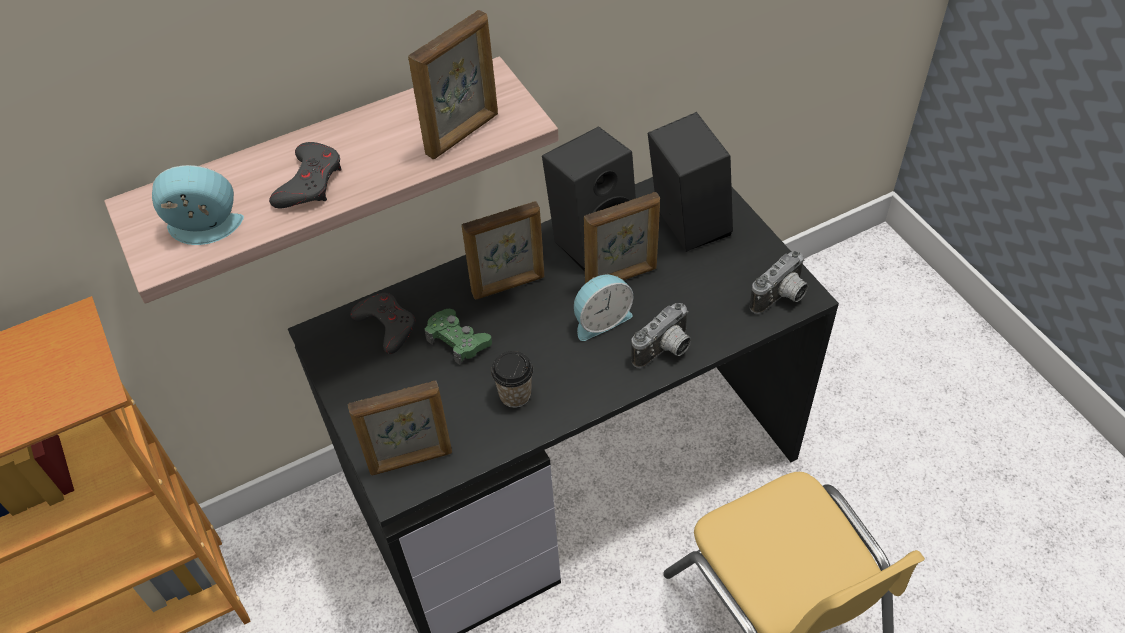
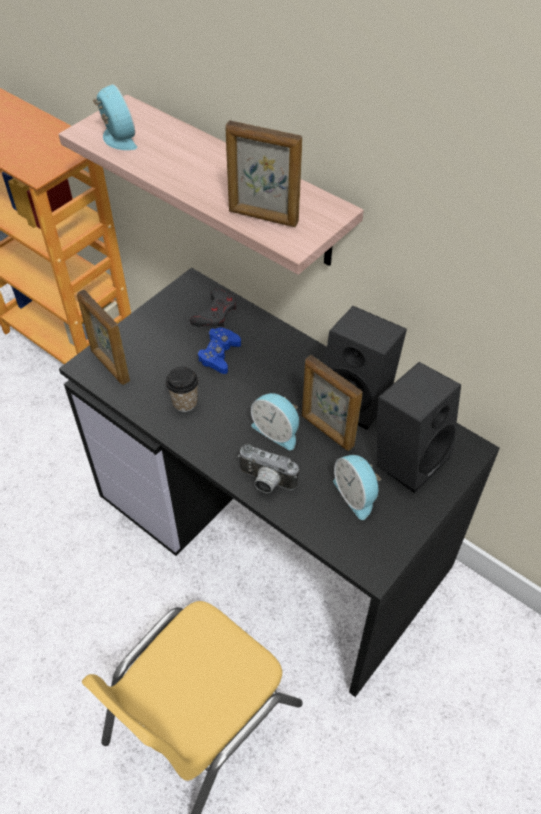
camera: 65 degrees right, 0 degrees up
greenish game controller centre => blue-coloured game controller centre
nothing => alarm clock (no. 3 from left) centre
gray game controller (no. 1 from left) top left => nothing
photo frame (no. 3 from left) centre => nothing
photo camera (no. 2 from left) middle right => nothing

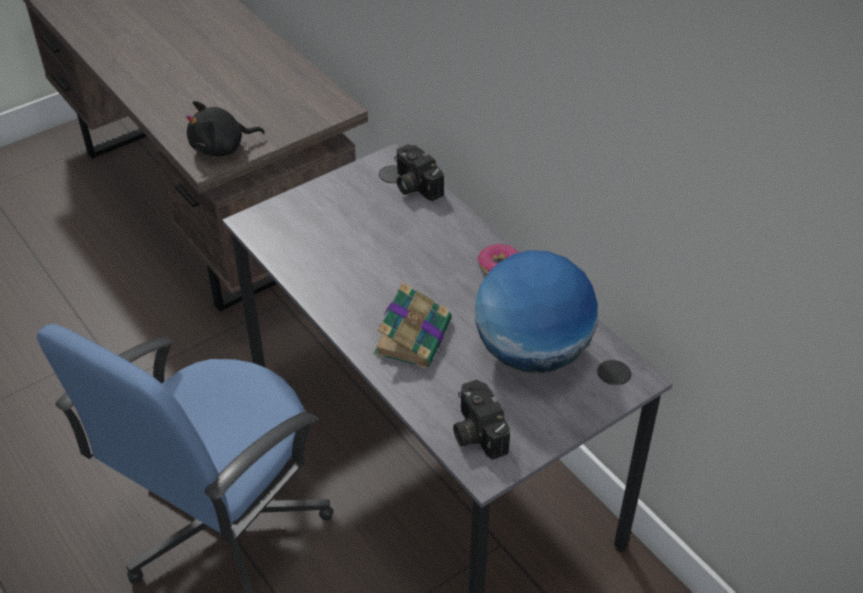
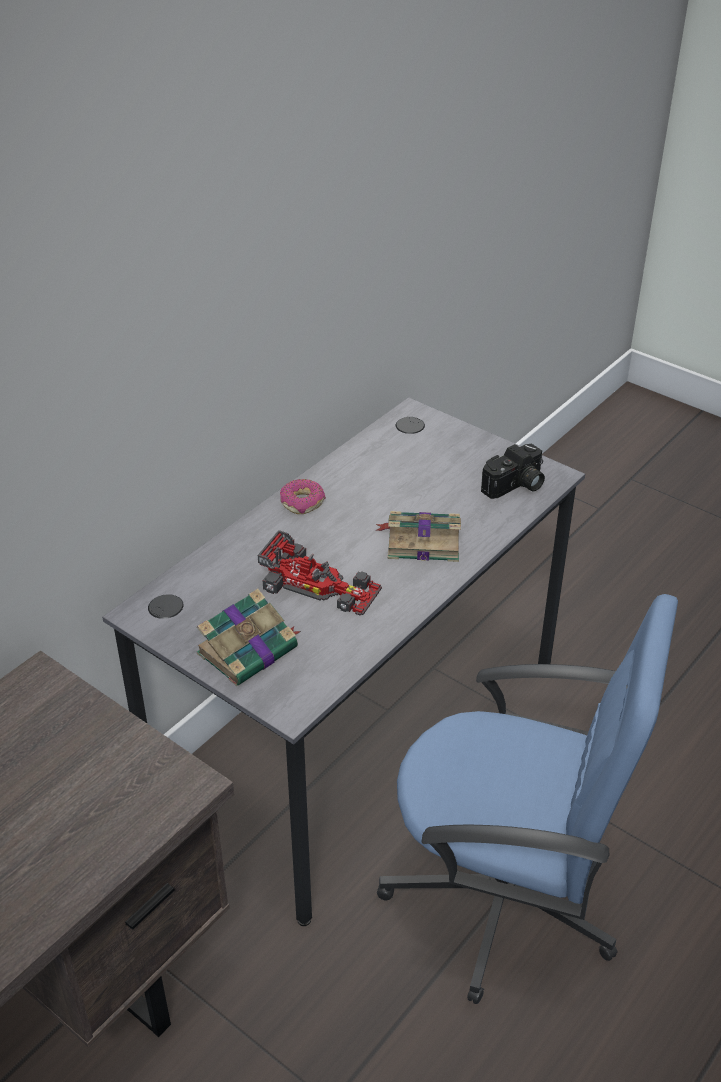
camera: 105 degrees left, 5 degrees down
nothing => book (no. 1 from left) centre
nothing => model car centre
black soft toy top left => nothing
photo camera (no. 1 from left) top centre => nothing
world globe centre => nothing

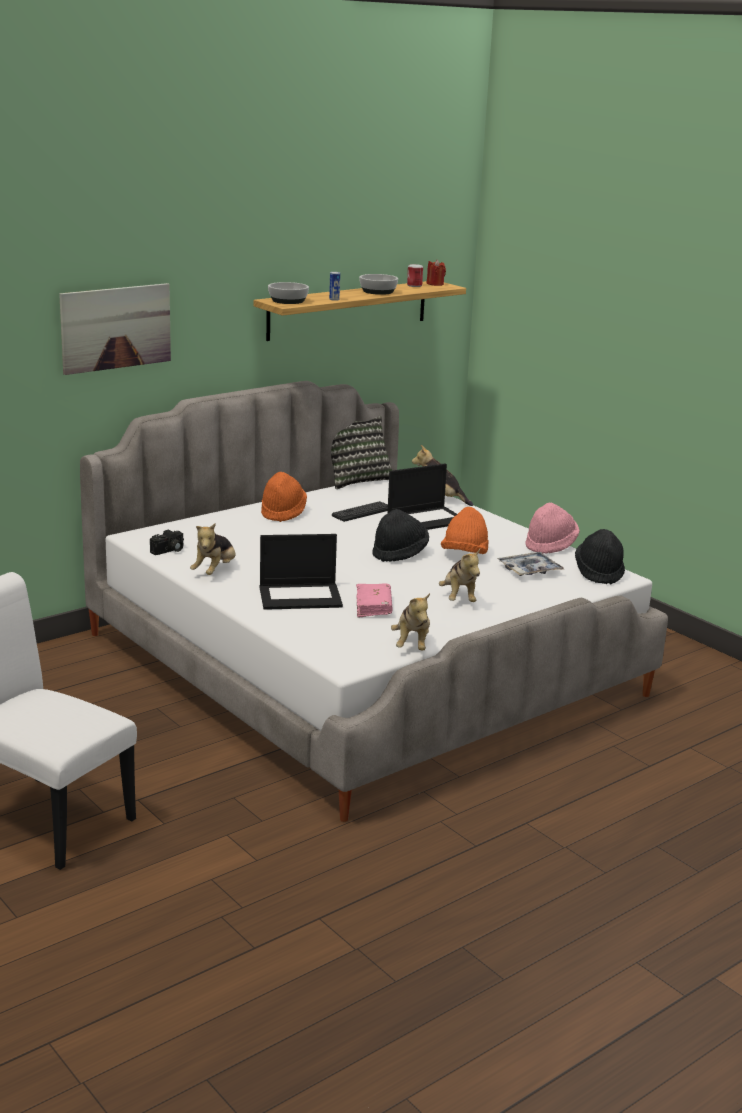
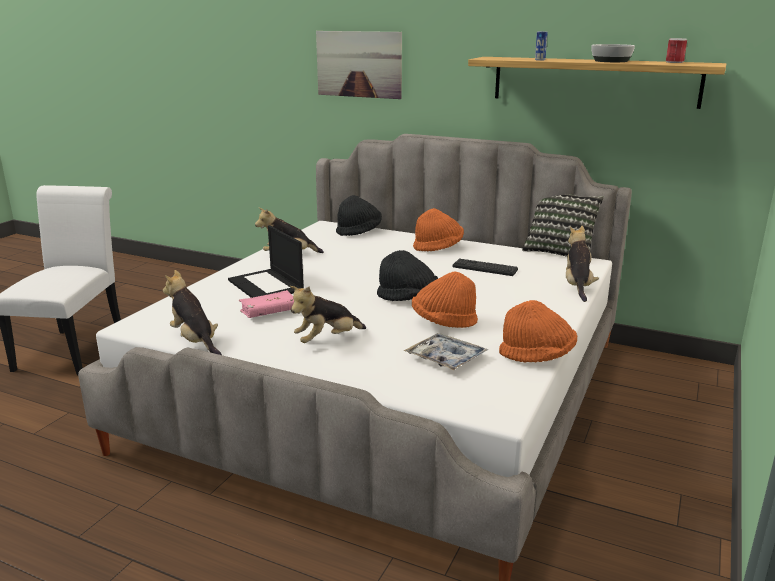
camera: 65 degrees right, 0 degrees up
soft toy (no. 2 from left in the first image) centre => soft toy (no. 1 from left) middle left, 75 degrees clockwise
black hat (no. 2 from left in the first image) middle right => black hat (no. 1 from left) centre, relocated
pink hat middle right => orangey hat (no. 3 from left) middle right
photo camera middle left => nothing
bowl (no. 1 from left) top centre => nothing
portable computer (no. 2 from left) centre => nothing
red-coloured candle top centre => nothing

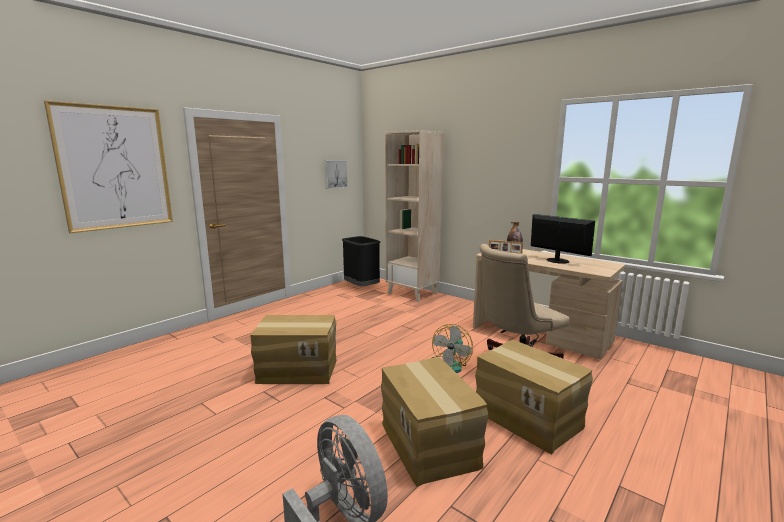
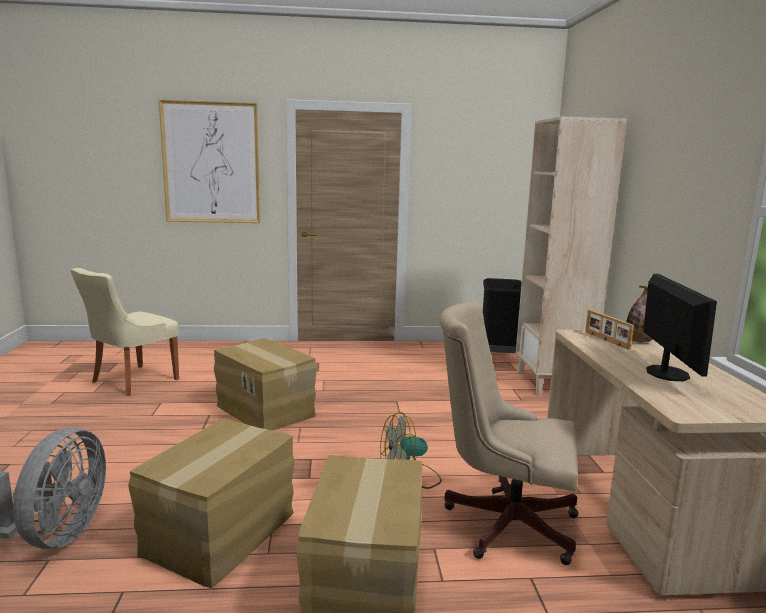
camera: 45 degrees right, 0 degrees up
nothing => beige plain chair middle left
wall picture (no. 2 from left) centre => nothing

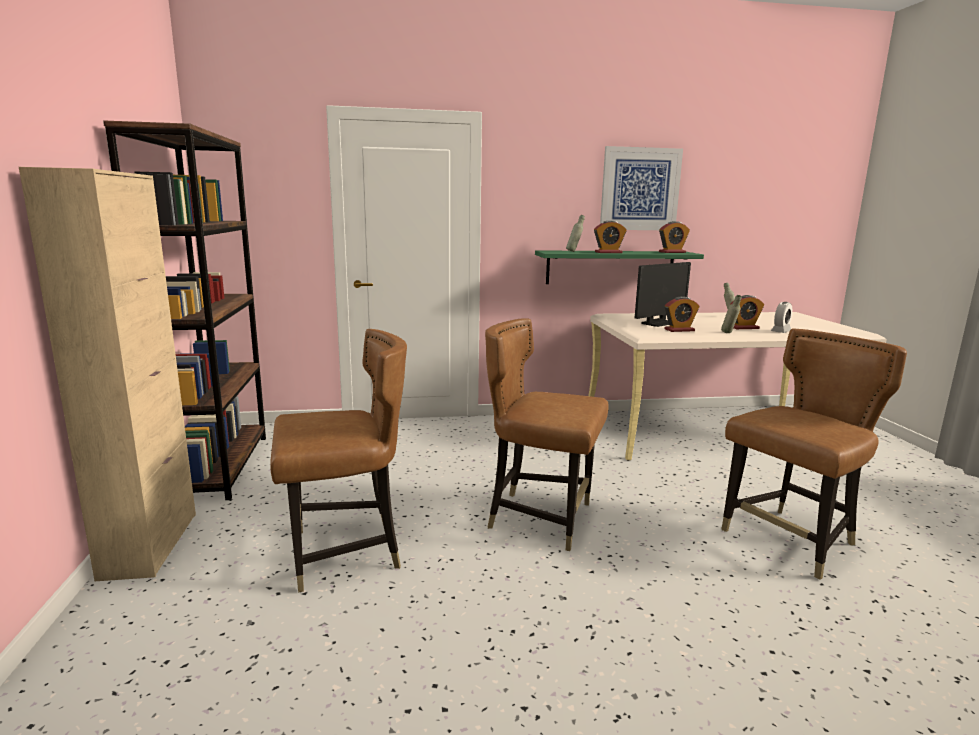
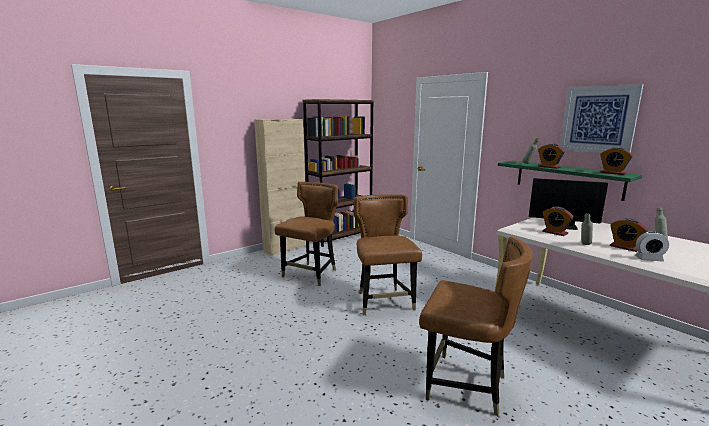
camera: 60 degrees right, 0 degrees up
brownish plain chair (no. 1 from left) centre, 105 degrees counterclockwise

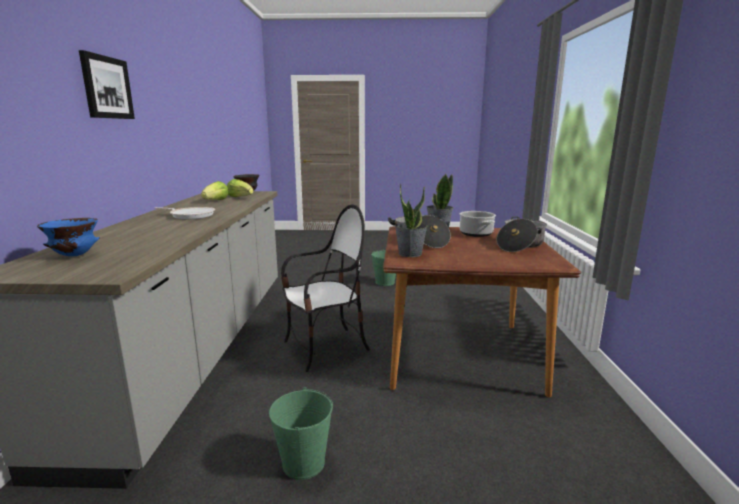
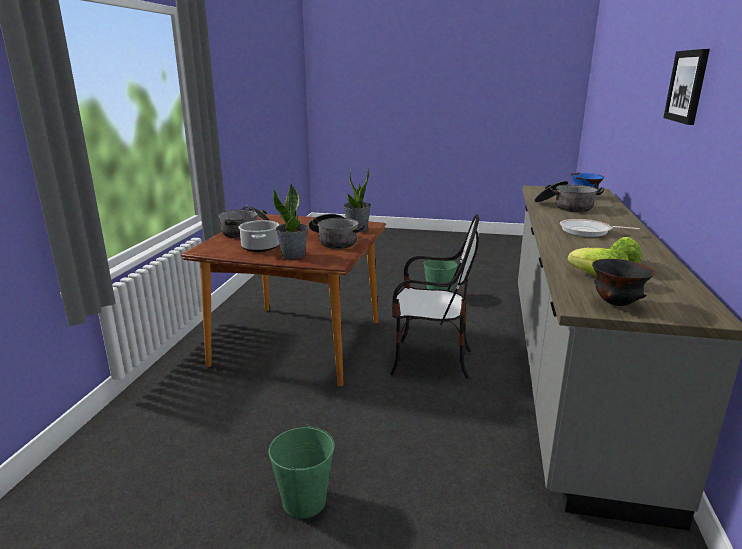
camera: 170 degrees left, 5 degrees up
plain chair centre, 150 degrees counterclockwise
nothing => stockpot (no. 4 from left) middle right

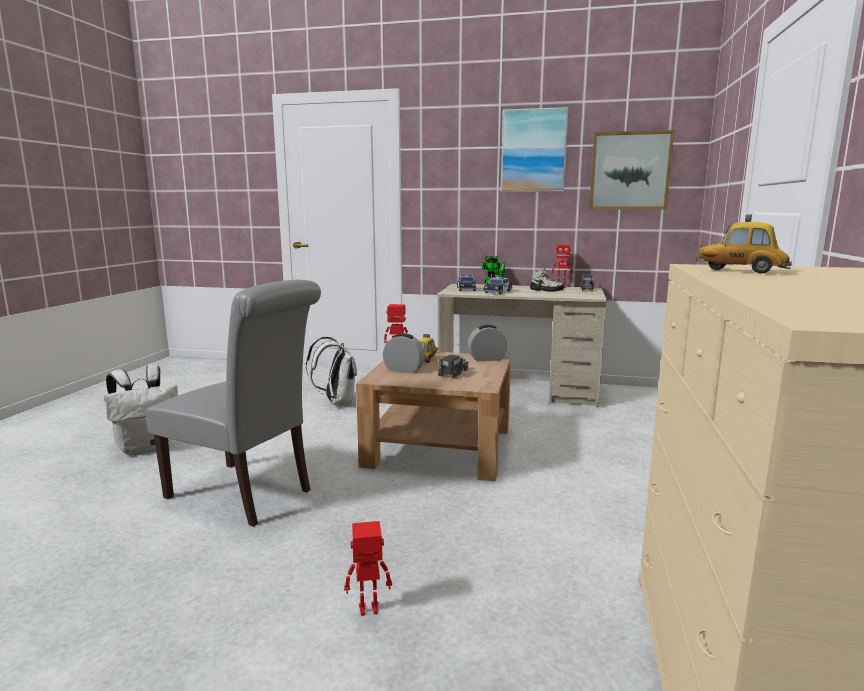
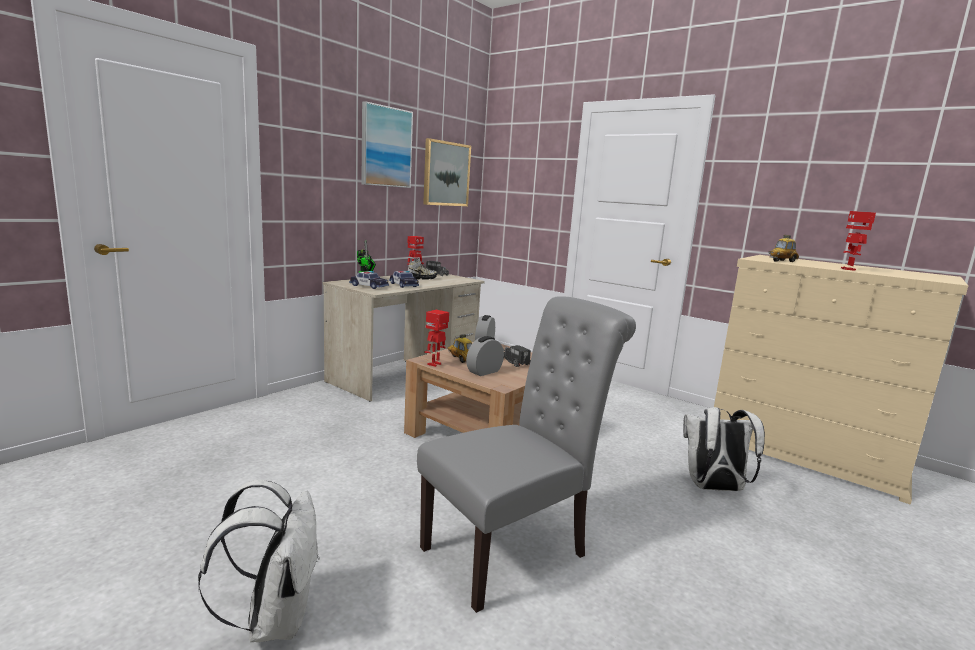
camera: 65 degrees left, 0 degrees up
white backpack (no. 2 from left) centre => white backpack (no. 2 from left) bottom right, relocated
toy robot (no. 1 from left in the first image) bottom centre => toy robot (no. 4 from left) middle right, relocated

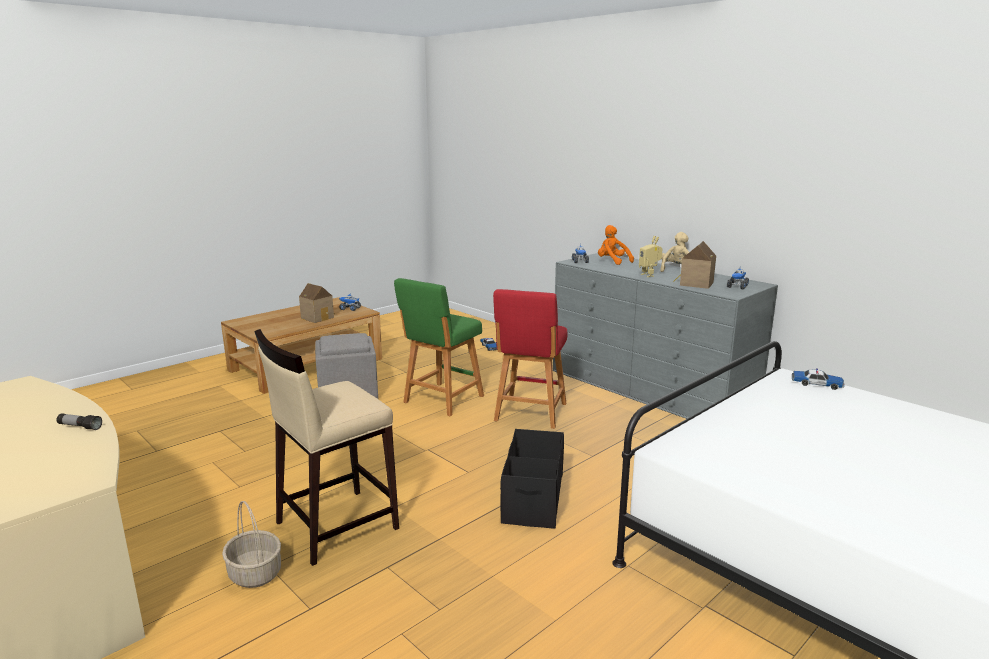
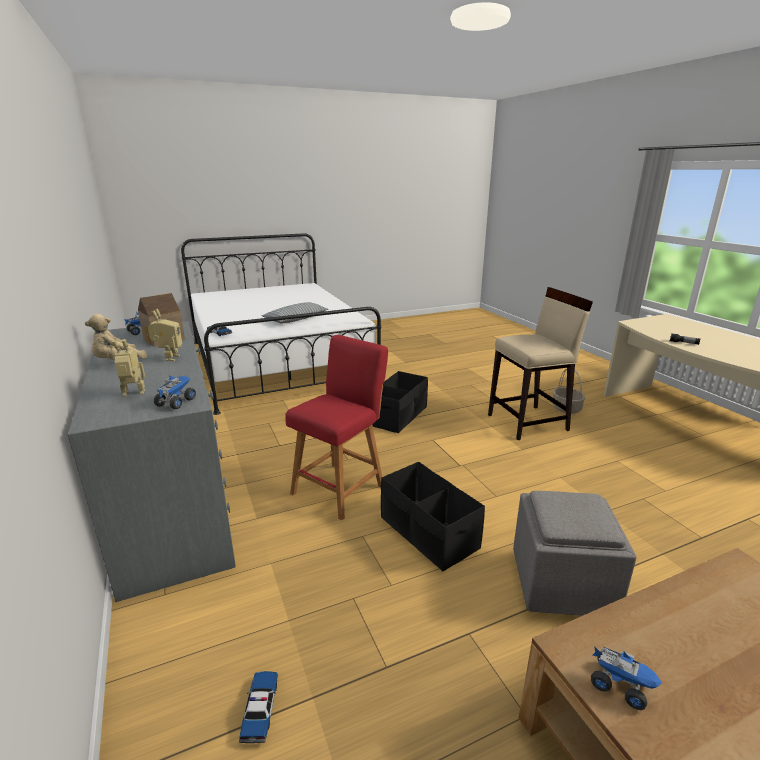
camera: 160 degrees left, 5 degrees up
orangey soft toy centre => toy robot (no. 1 from left) middle left
nothing => throw pillow centre
greenish stool centre => black storage box (no. 2 from left) bottom centre
toy house (no. 1 from left) middle left => nothing

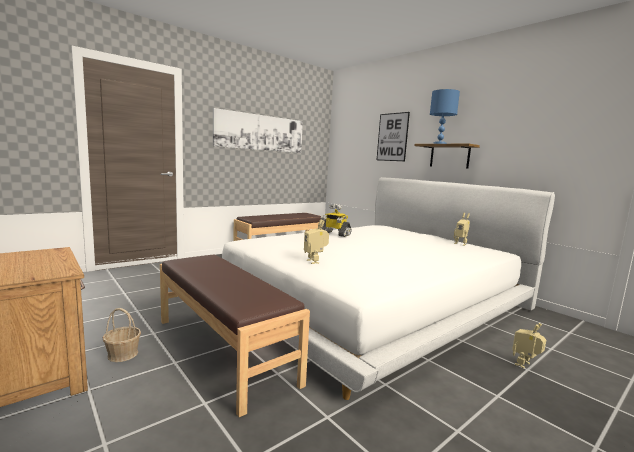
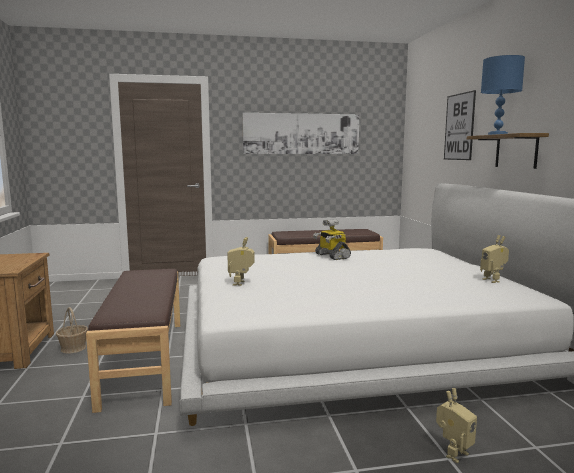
camera: 30 degrees right, 0 degrees up
toy robot (no. 4 from left in the first image) bottom right => toy robot (no. 3 from left) bottom right, 150 degrees clockwise

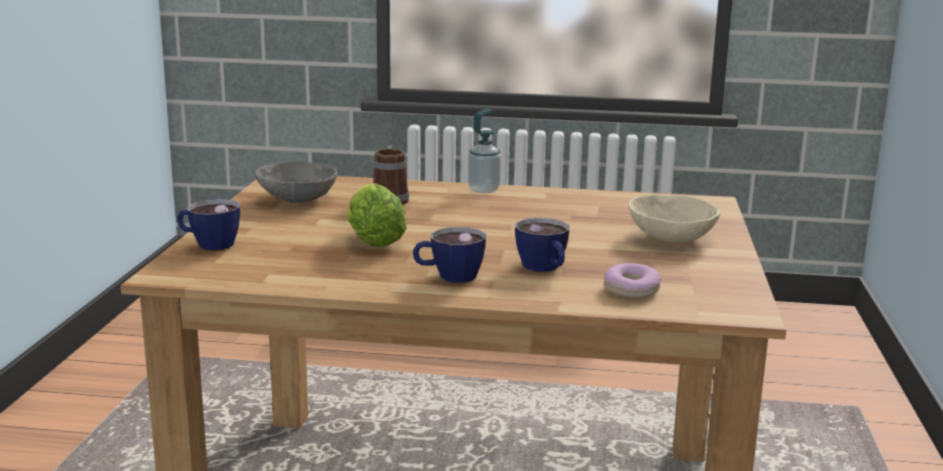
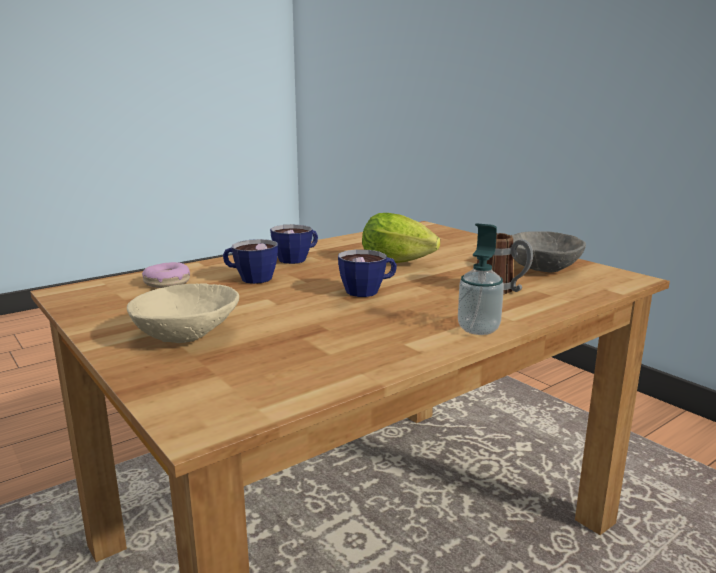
camera: 135 degrees right, 0 degrees up
drinking cup (no. 1 from left in the first image) middle left => drinking cup (no. 3 from left) centre, relocated

